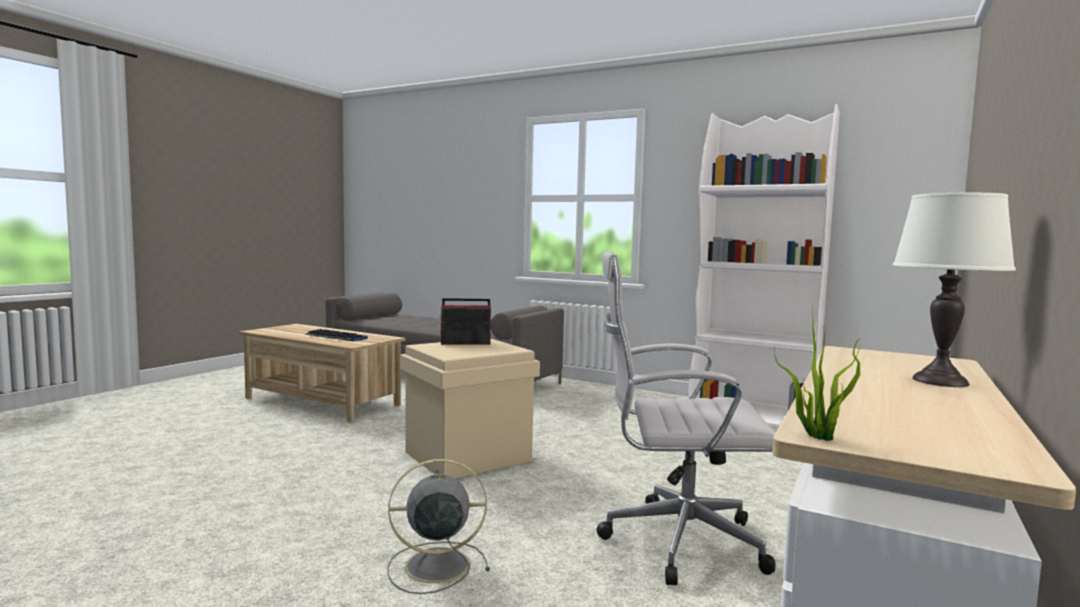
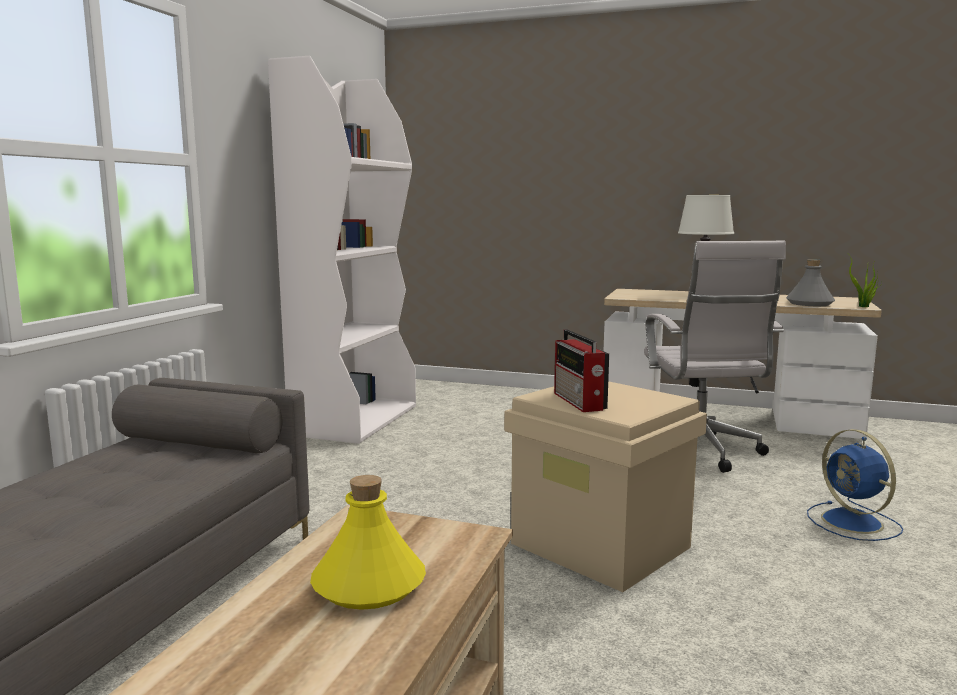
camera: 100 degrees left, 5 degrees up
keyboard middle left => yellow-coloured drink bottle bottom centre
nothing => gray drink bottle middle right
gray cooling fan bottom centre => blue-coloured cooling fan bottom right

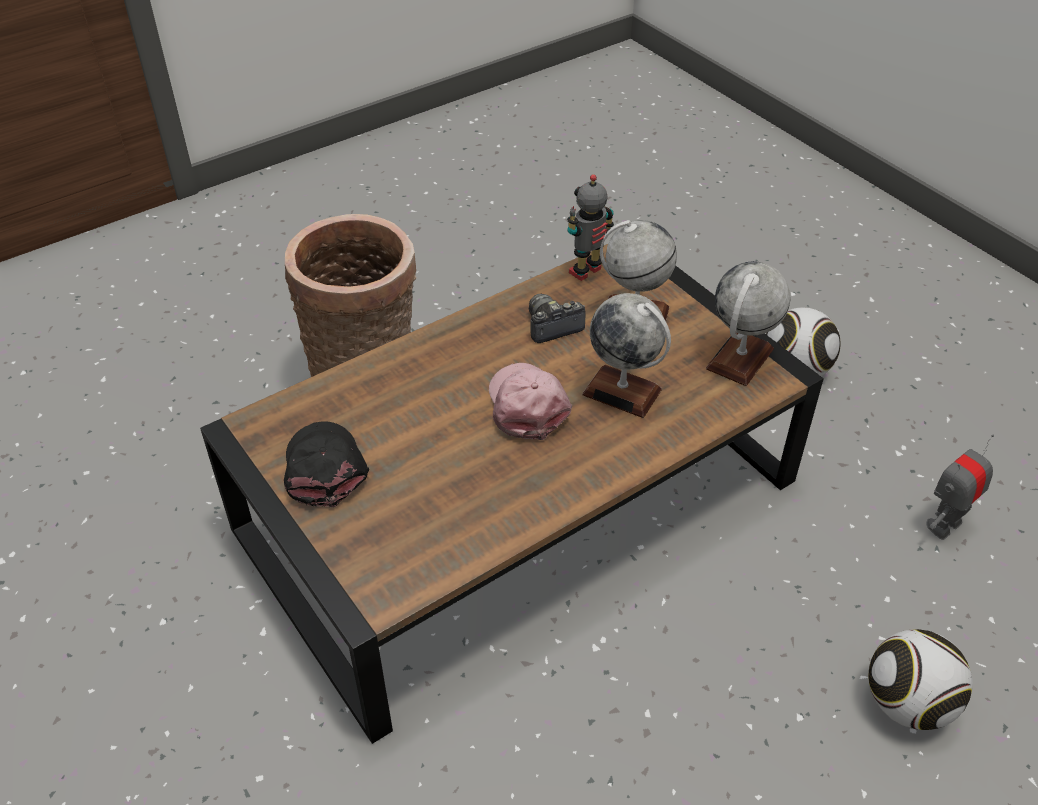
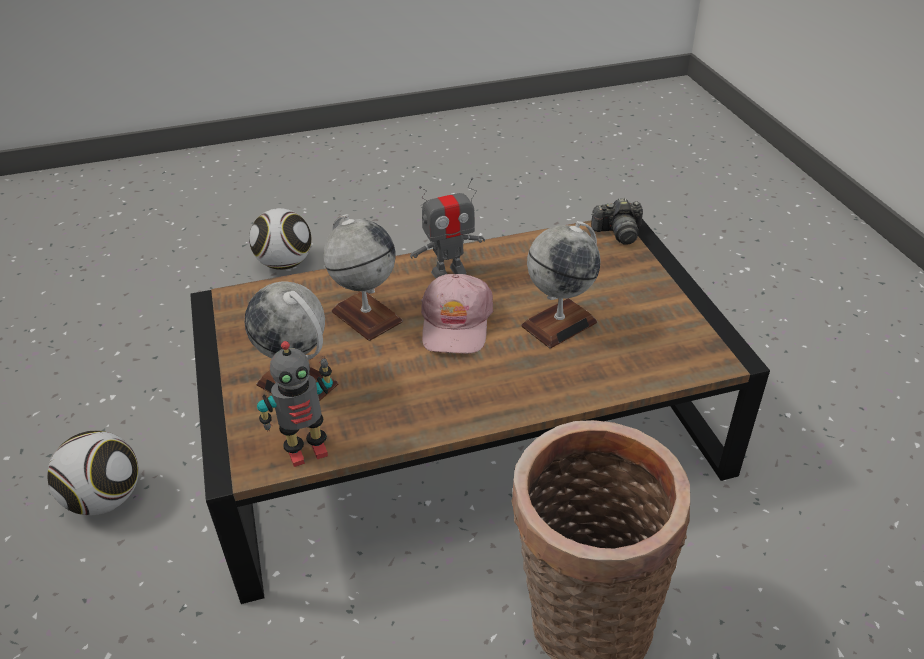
camera: 160 degrees left, 5 degrees down
toy robot (no. 2 from left) middle right => toy robot (no. 2 from left) centre, relocated
world globe (no. 3 from left) middle right => world globe (no. 3 from left) centre, relocated
photo camera centre => photo camera middle right, relocated
black baseball cap middle left => nothing

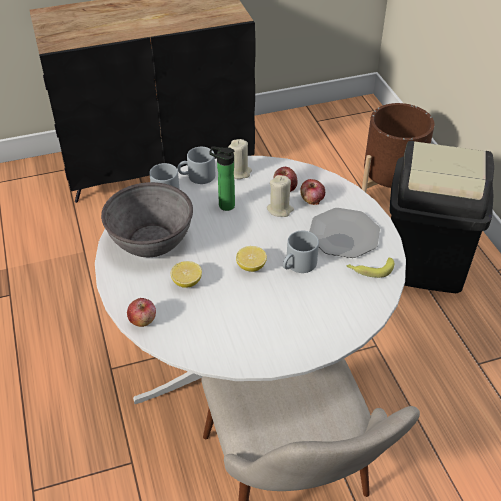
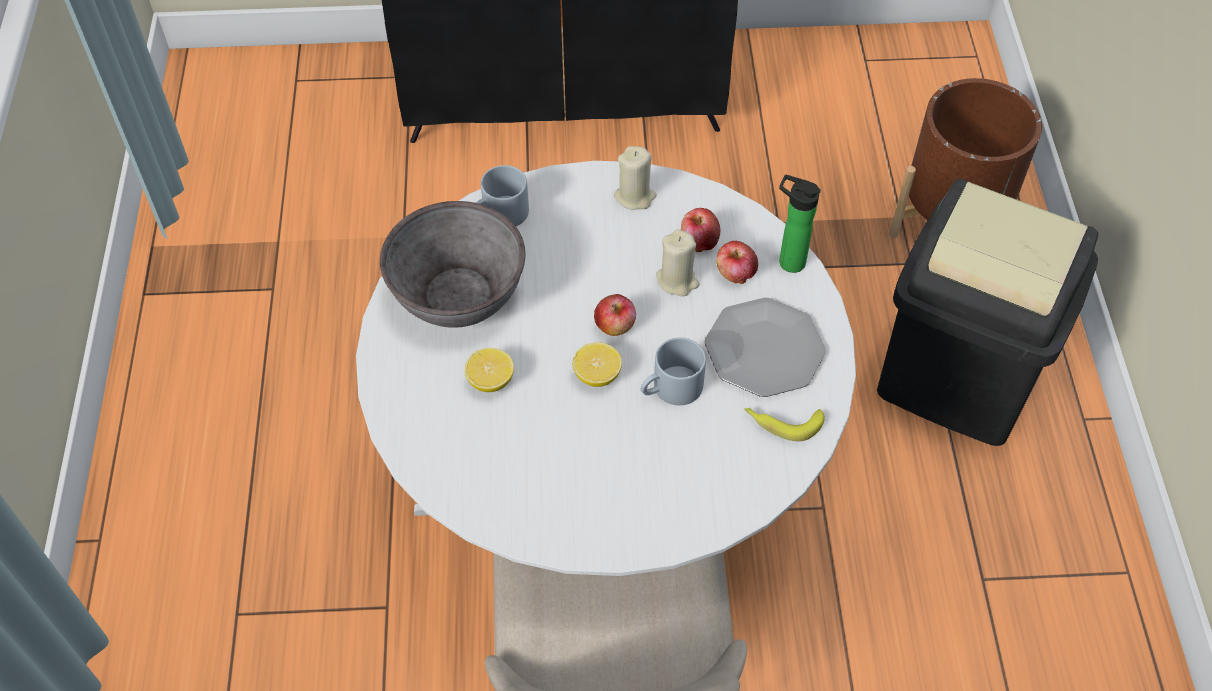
camera: 15 degrees right, 10 degrees up
apple fruit (no. 1 from left) middle left => apple fruit (no. 1 from left) centre, relocated
drink bottle centre => drink bottle top centre, relocated
gray mug (no. 2 from left) top centre => nothing

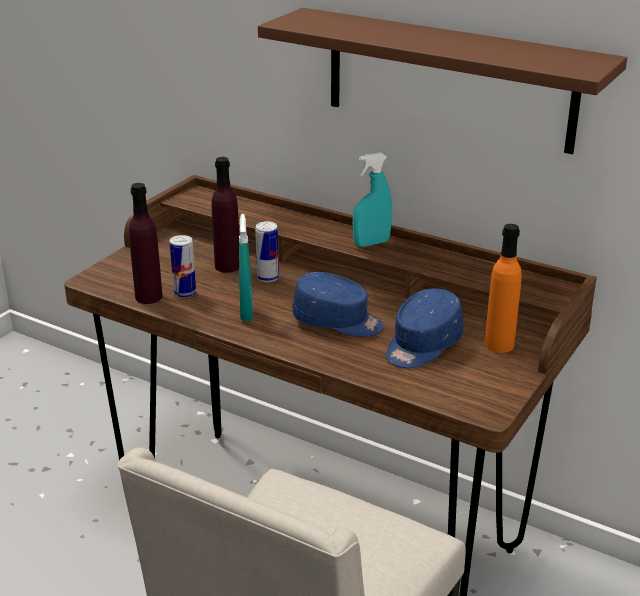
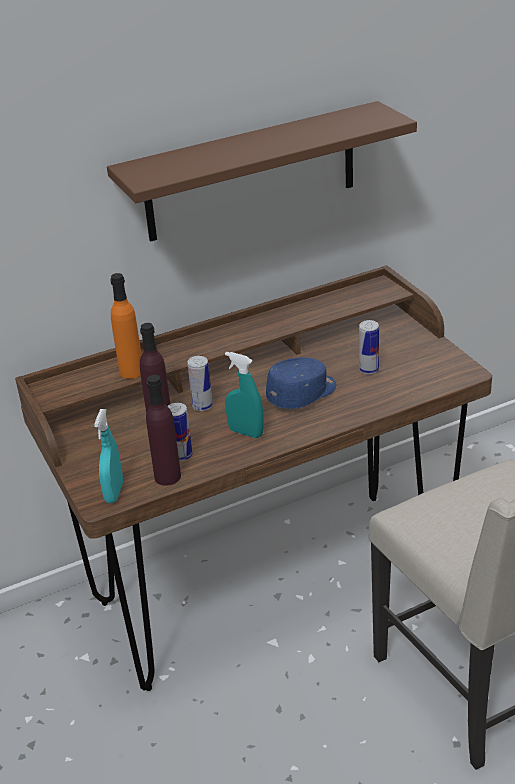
camera: 55 degrees left, 5 degrees up
blue-green spray bottle (no. 2 from left in the first image) centre => blue-green spray bottle (no. 1 from left) middle left, relocated
orangey drink bottle middle right => orangey drink bottle middle left, relocated
blue-coloured baseball cap (no. 2 from left) centre => can (no. 3 from left) middle right

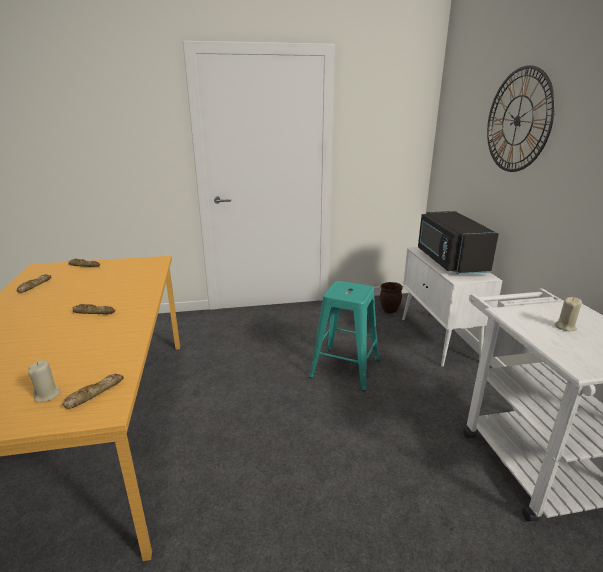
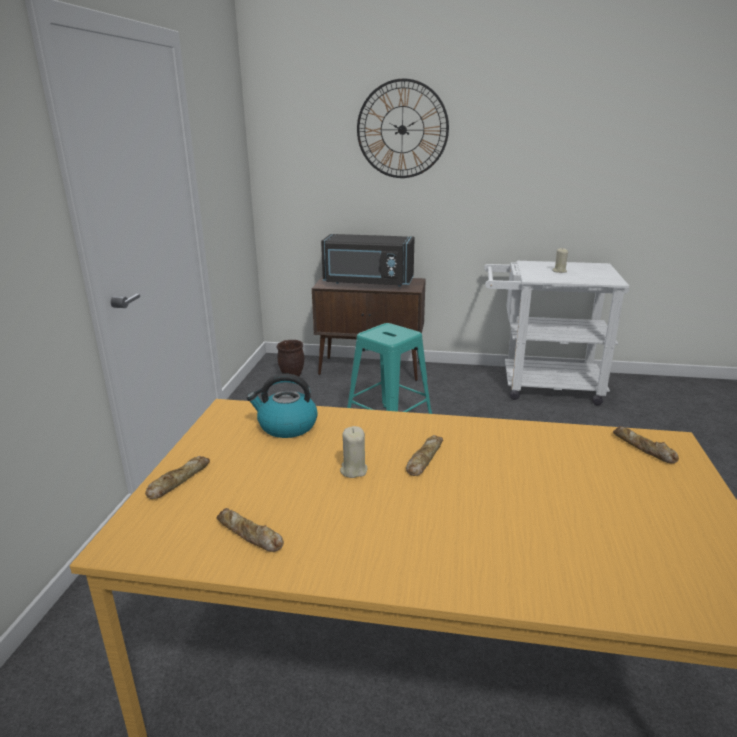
camera: 70 degrees left, 0 degrees up
nothing => water kettle centre
white cupboard middle right => brownish cupboard centre
beige candle (no. 1 from left) middle left => beige candle (no. 1 from left) centre, relocated

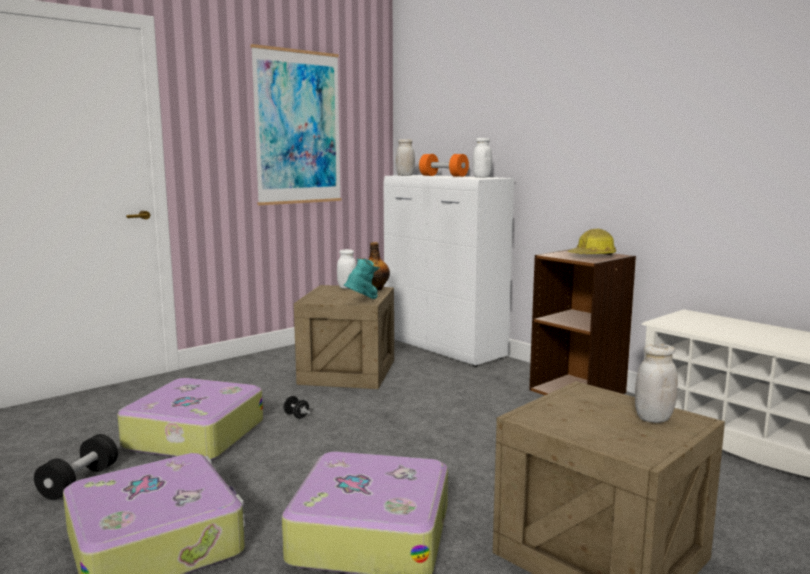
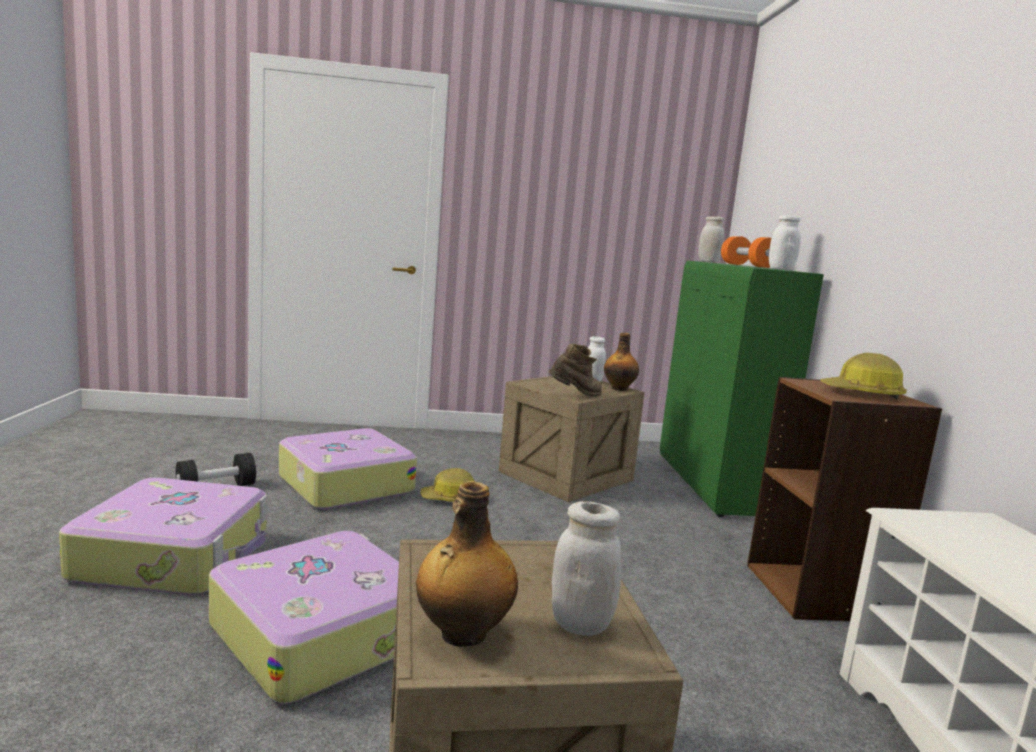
camera: 35 degrees right, 0 degrees up
nothing => drink bottle (no. 1 from left) bottom centre
black free weight (no. 2 from left) bottom centre => work helmet (no. 1 from left) centre
blue-green boot centre => brownish boot centre
white cupboard centre => greenish cupboard middle right
wall picture top centre => nothing

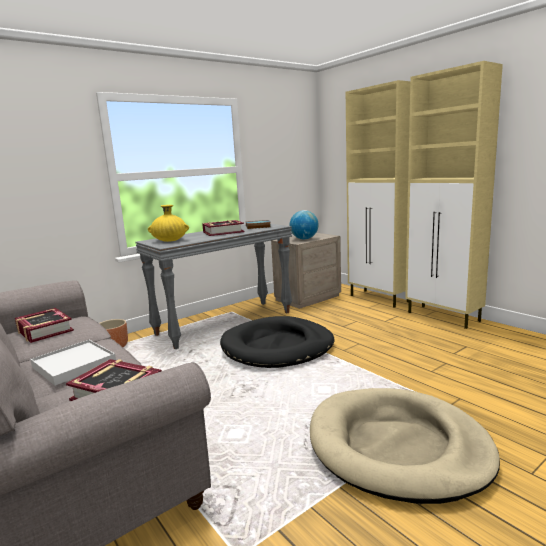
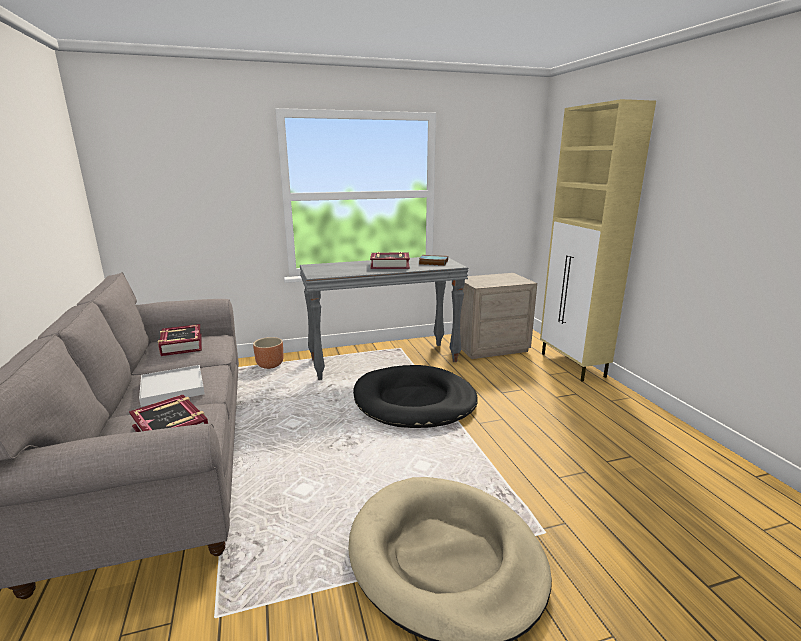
camera: 20 degrees right, 5 degrees up
yellow-coloured decorative vase middle left => nothing
world globe centre => nothing
beige cupboard (no. 2 from left) middle right => nothing

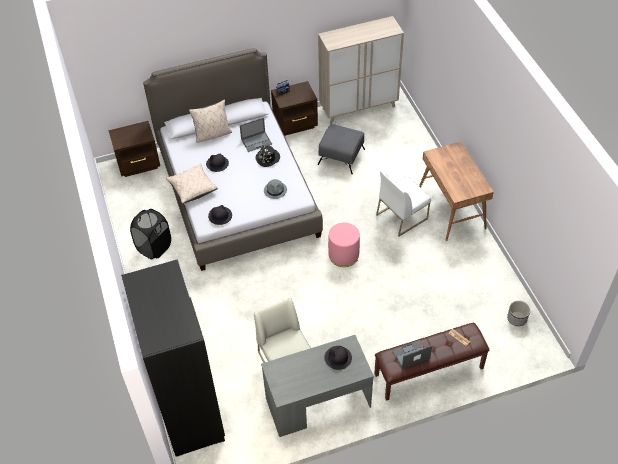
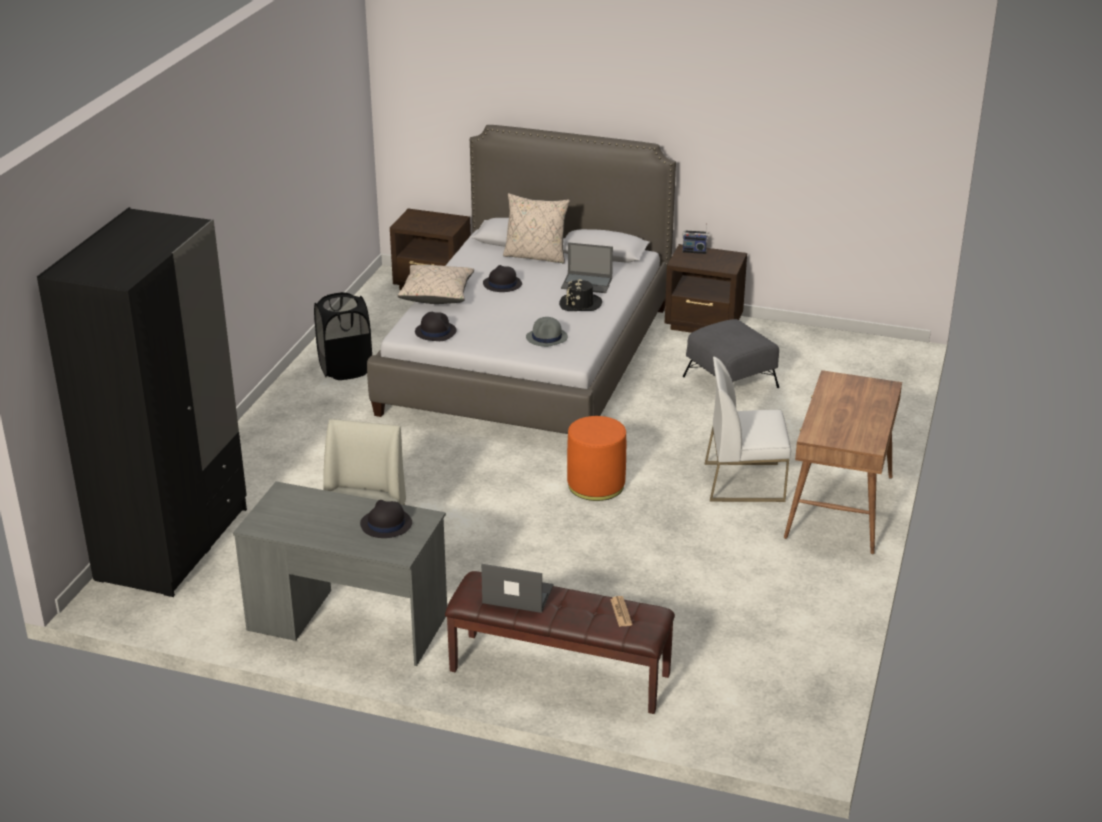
camera: 35 degrees right, 20 degrees down
pink ottoman centre => orangey ottoman centre
beige cupboard top centre => nothing
planter bottom right => nothing

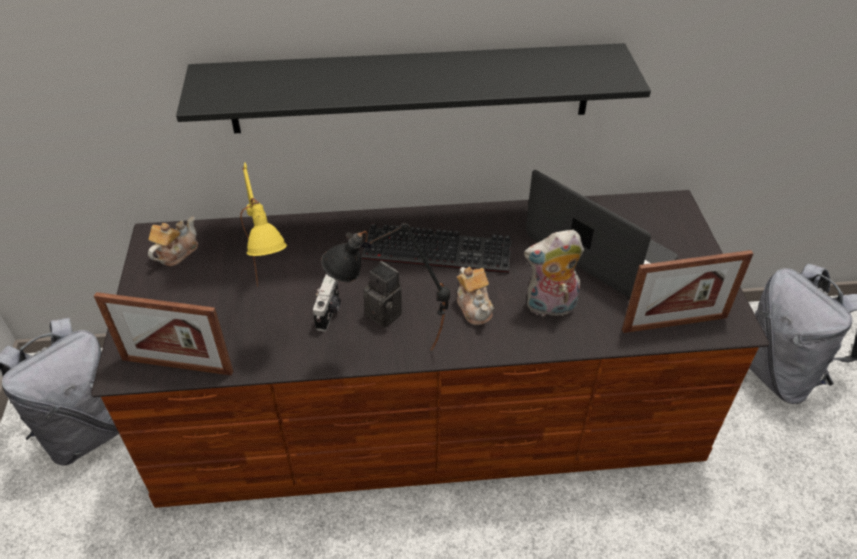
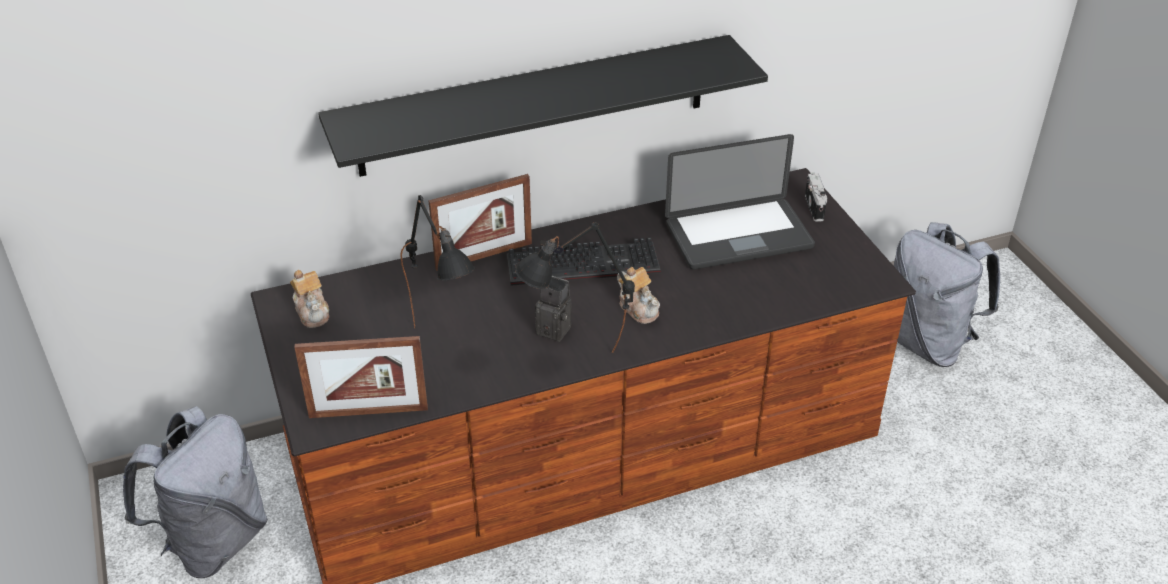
camera: 15 degrees left, 5 degrees down
pot for tea (no. 1 from left) middle left, 135 degrees clockwise
yellow-coloured lamp for a table middle left => black lamp for a table (no. 1 from left) centre
photo frame (no. 2 from left) middle right => photo frame (no. 2 from left) centre, relocated
portable computer middle right => portable computer centre, 135 degrees clockwise
photo camera (no. 1 from left in the first image) centre => photo camera (no. 2 from left) middle right, relocated
soft toy centre => nothing

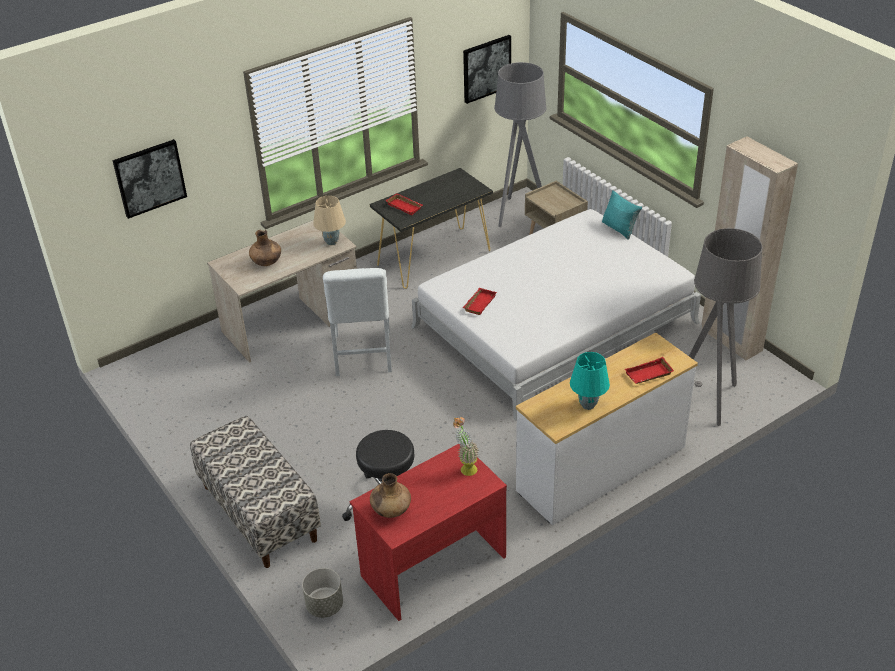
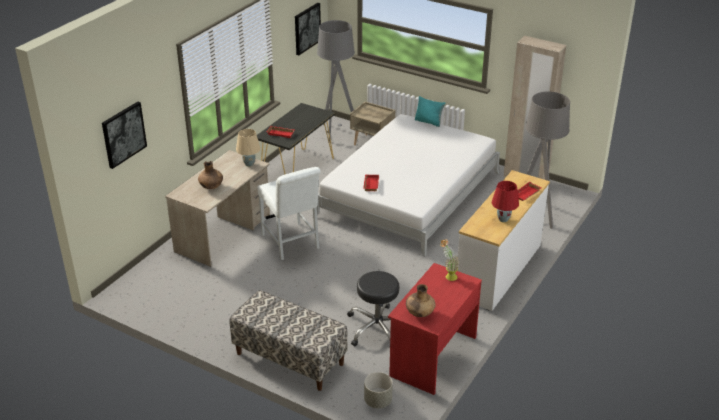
camera: 25 degrees left, 5 degrees down
blue-green lamp for a table centre => red-coloured lamp for a table middle right

